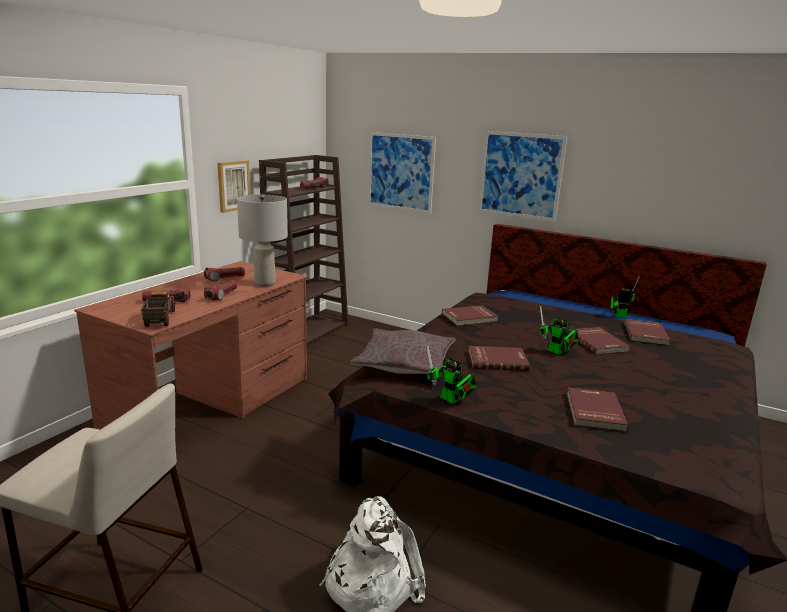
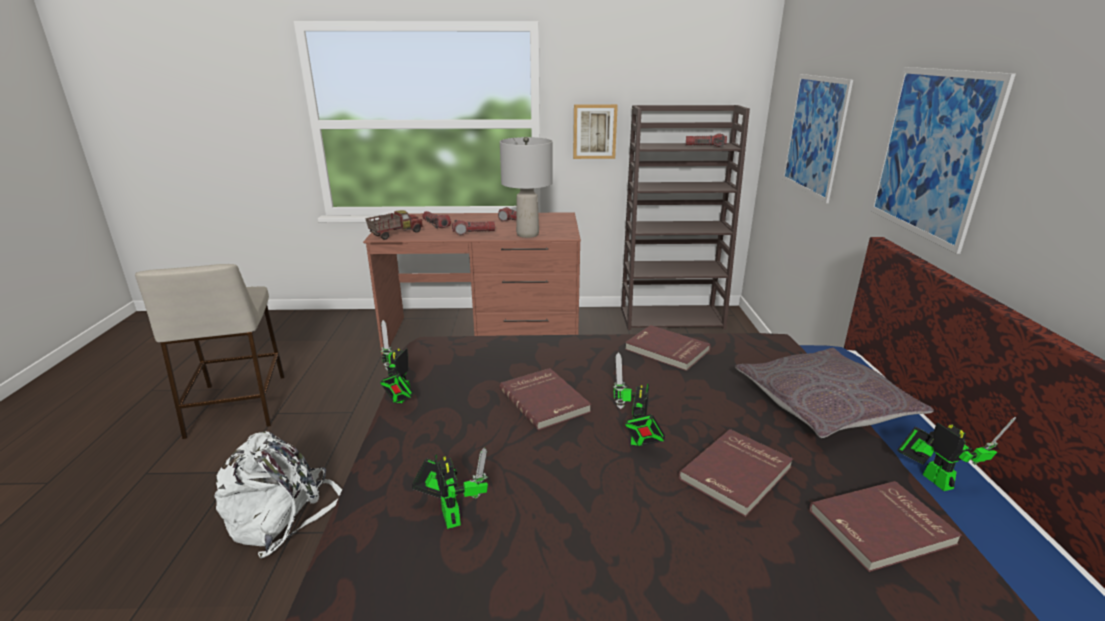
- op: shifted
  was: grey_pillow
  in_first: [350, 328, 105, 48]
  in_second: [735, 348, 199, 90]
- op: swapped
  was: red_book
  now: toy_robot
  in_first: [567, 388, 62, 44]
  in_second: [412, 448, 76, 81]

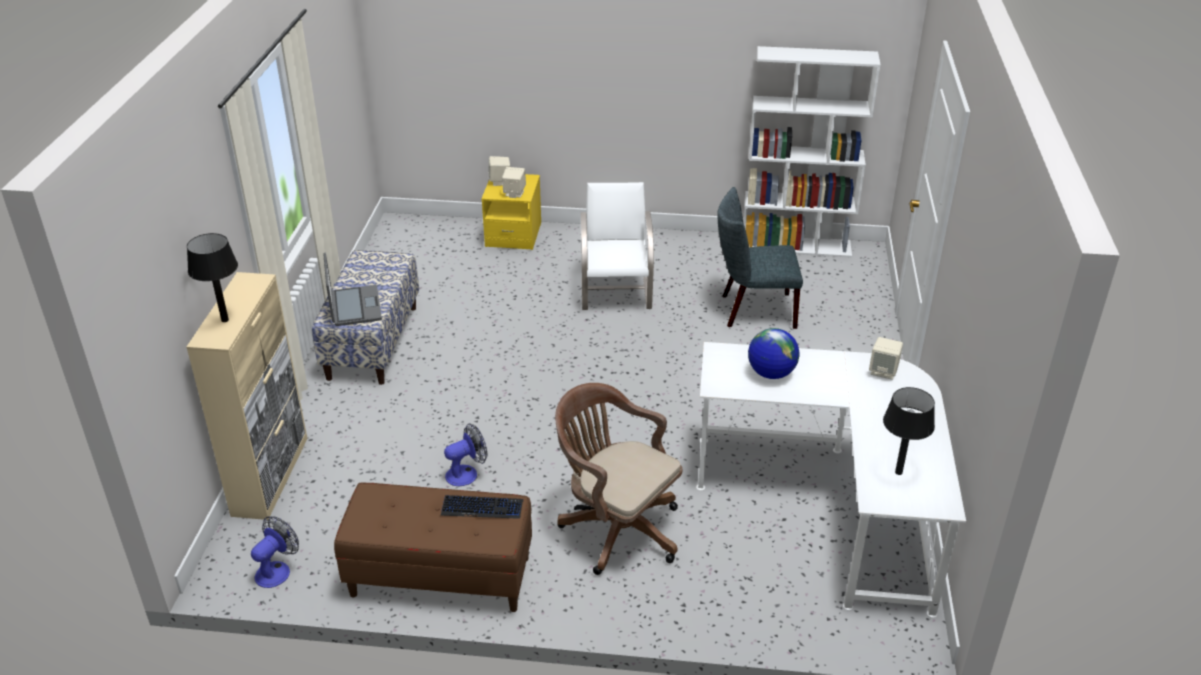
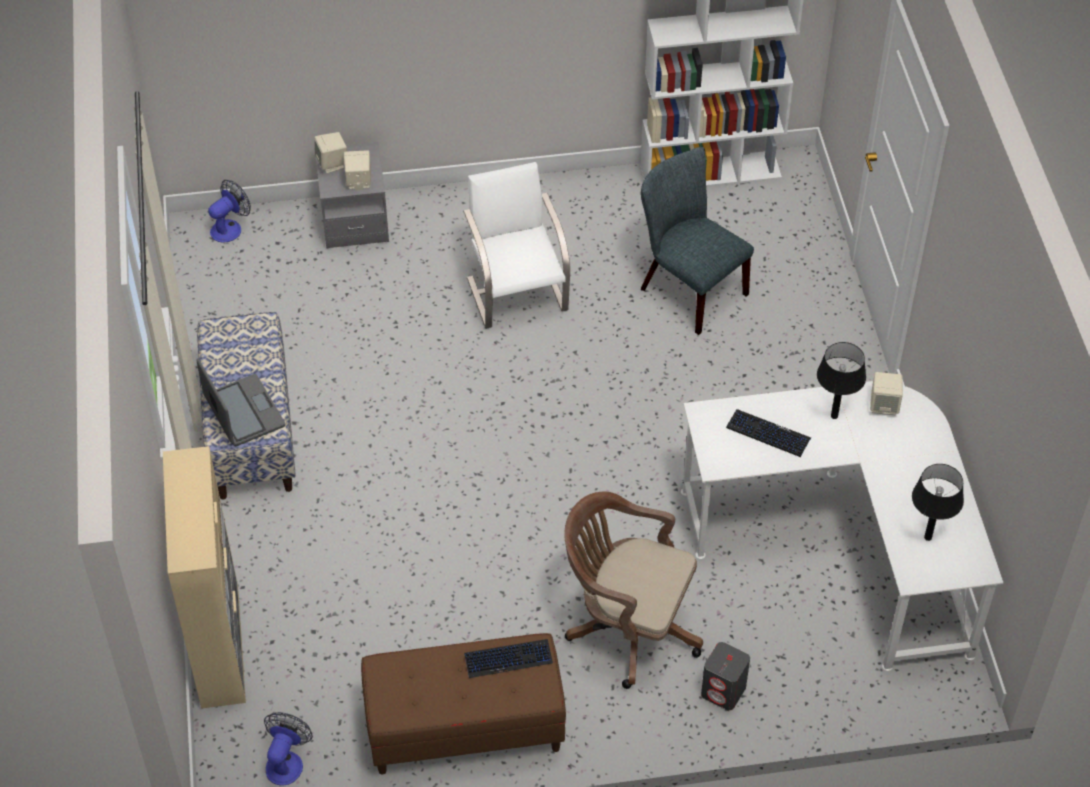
- op: new
  now: grey_speaker
  in_second: [701, 642, 49, 68]
- op: shifted
  was: black_table_lamp
  in_first: [187, 233, 51, 89]
  in_second: [817, 342, 49, 77]
- op: shifted
  was: fan
  in_first: [444, 423, 43, 63]
  in_second: [208, 180, 43, 63]
- op: swapped
  was: globe
  now: keyboard
  in_first: [748, 328, 51, 51]
  in_second: [726, 409, 85, 48]
- op: repainted
  was: yellow_nightstand
  now: grey_nightstand
  in_first: [482, 174, 59, 76]
  in_second: [316, 142, 73, 107]
- op: rotated
  was: grey_chair
  in_first: [717, 187, 86, 142]
  in_second: [641, 147, 113, 188]
  clockwise: 60

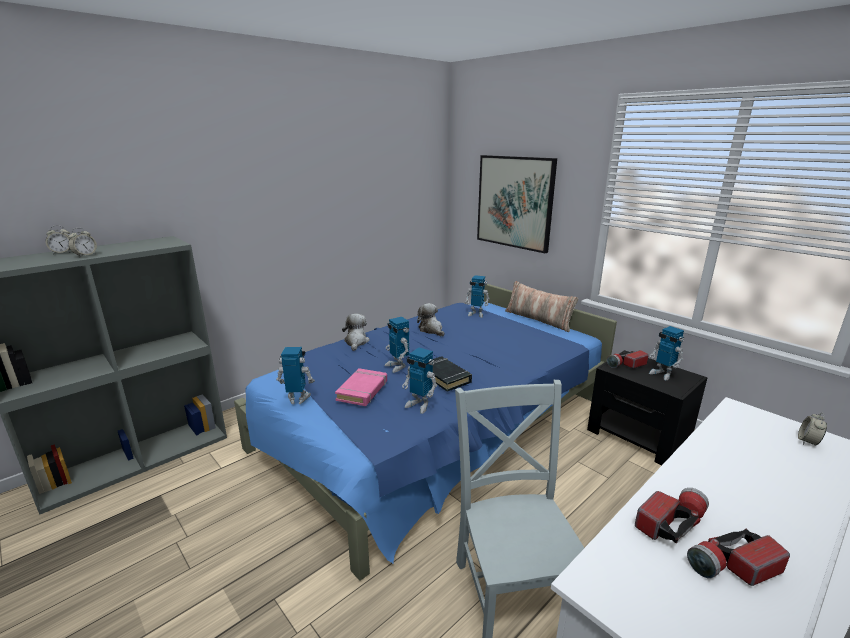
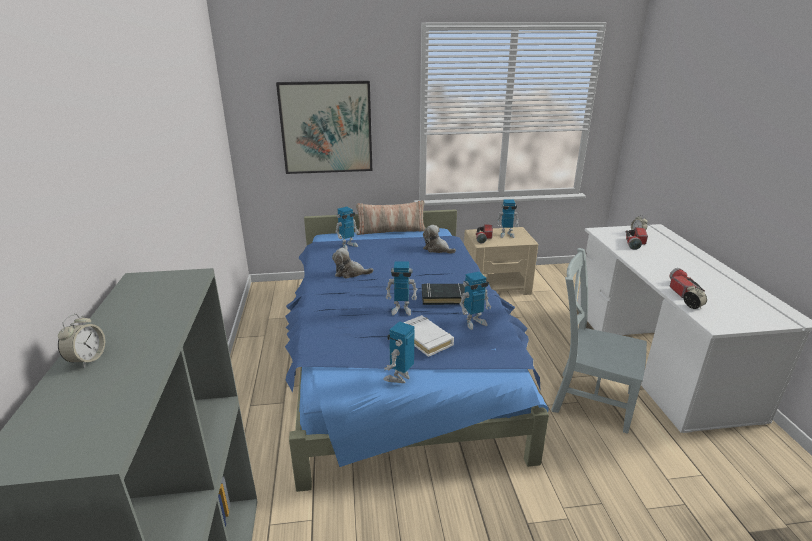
- op: shifted
  was: alarm_clock
  in_first: [68, 228, 29, 29]
  in_second: [683, 285, 24, 24]
- op: shifted
  was: plush_toy
  in_first: [342, 314, 28, 37]
  in_second: [423, 225, 33, 29]
- op: shifted
  was: flashlight
  in_first: [687, 529, 103, 57]
  in_second: [626, 227, 22, 23]
- op: repainted
  was: pink_book
  now: white_book
  in_first: [335, 368, 52, 38]
  in_second: [403, 315, 51, 42]
- op: repainted
  was: black_nightstand
  now: beige_nightstand
  in_first: [587, 350, 120, 115]
  in_second: [464, 227, 74, 68]

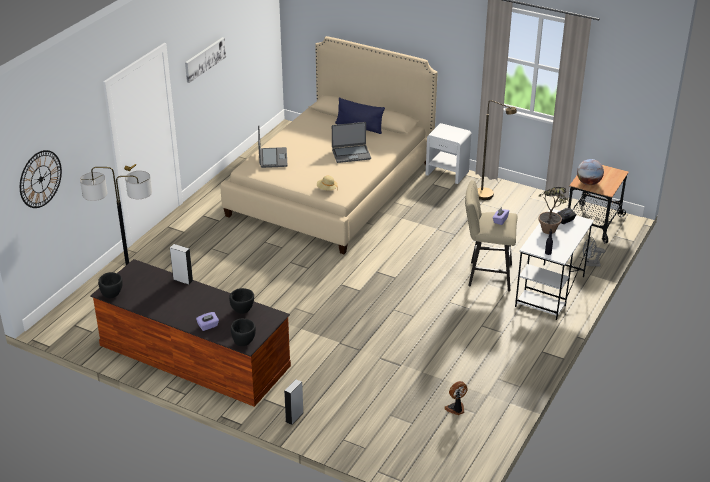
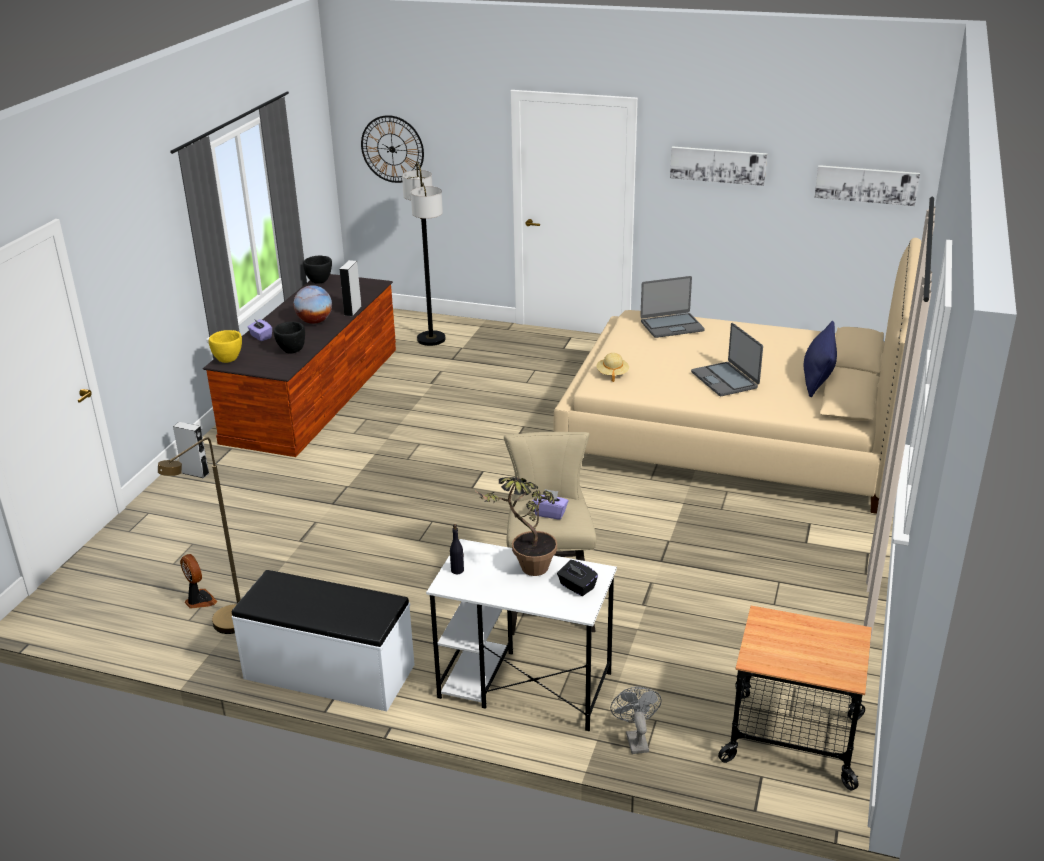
- op: gone
  was: white_nightstand
  in_first: [425, 123, 46, 61]
- op: new
  now: white_bench
  in_second: [232, 570, 183, 142]
- op: new
  now: picture
  in_second: [815, 165, 105, 41]
- op: shifted
  was: brown_floor_lamp
  in_first: [477, 100, 40, 100]
  in_second: [158, 437, 83, 197]
- op: shifted
  was: globe
  in_first: [577, 159, 27, 26]
  in_second: [294, 285, 38, 39]
- op: repainted
  was: black_bowl
  now: yellow_bowl
  in_first: [231, 319, 25, 27]
  in_second: [209, 330, 33, 33]

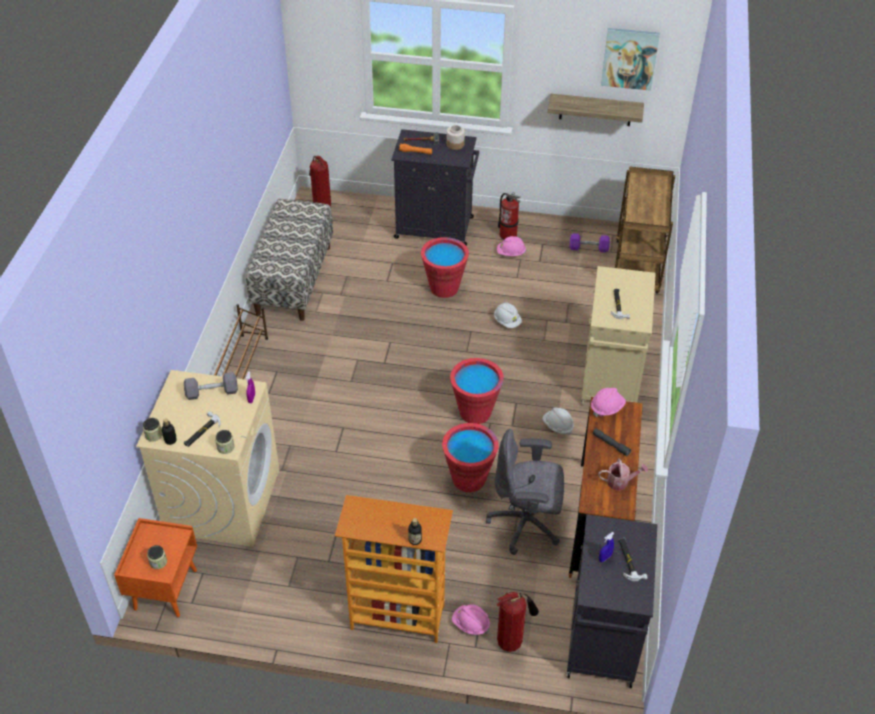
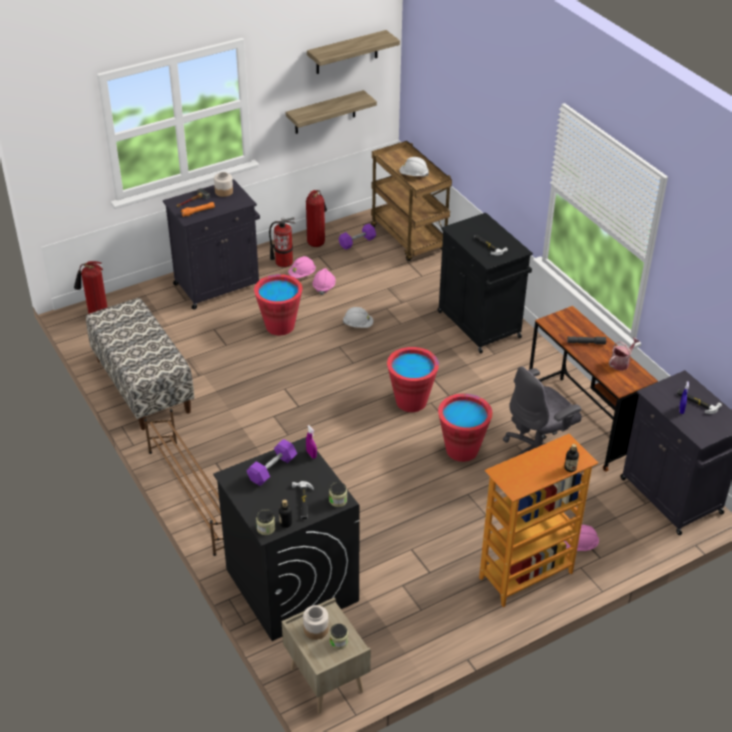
- op: new
  now: jar
  in_second: [303, 605, 26, 35]
- op: shifted
  was: fire_extinguisher
  in_first: [497, 592, 42, 60]
  in_second: [306, 190, 21, 57]
- op: shifted
  was: white_hard_hat
  in_first: [543, 407, 31, 28]
  in_second: [400, 157, 29, 20]
- op: shifted
  was: pink_hard_hat
  in_first: [591, 388, 35, 29]
  in_second: [313, 268, 23, 27]
- op: swapped
  was: picture
  now: shelf
  in_first: [601, 28, 59, 63]
  in_second: [307, 30, 93, 44]
- op: repainted
  was: orange_nightstand
  now: beige_nightstand
  in_first: [114, 518, 83, 99]
  in_second: [282, 598, 89, 115]
- op: repainted
  was: beige_washing_machine
  now: black_washing_machine
  in_first: [136, 370, 143, 177]
  in_second: [213, 437, 147, 204]
- op: repainted
  was: grey_dumbbell
  now: purple_dumbbell
  in_first: [184, 372, 54, 28]
  in_second: [247, 439, 50, 47]
- op: repainted
  was: beige_cabinet
  now: black_cabinet
  in_first: [581, 266, 75, 140]
  in_second: [438, 213, 95, 141]

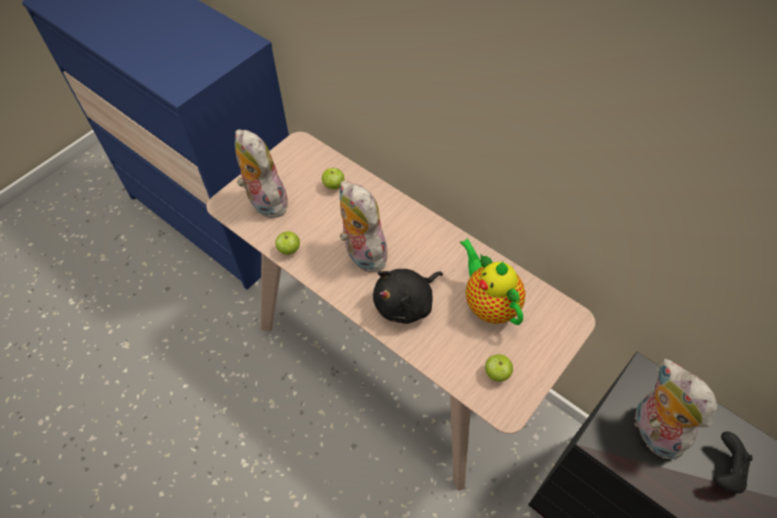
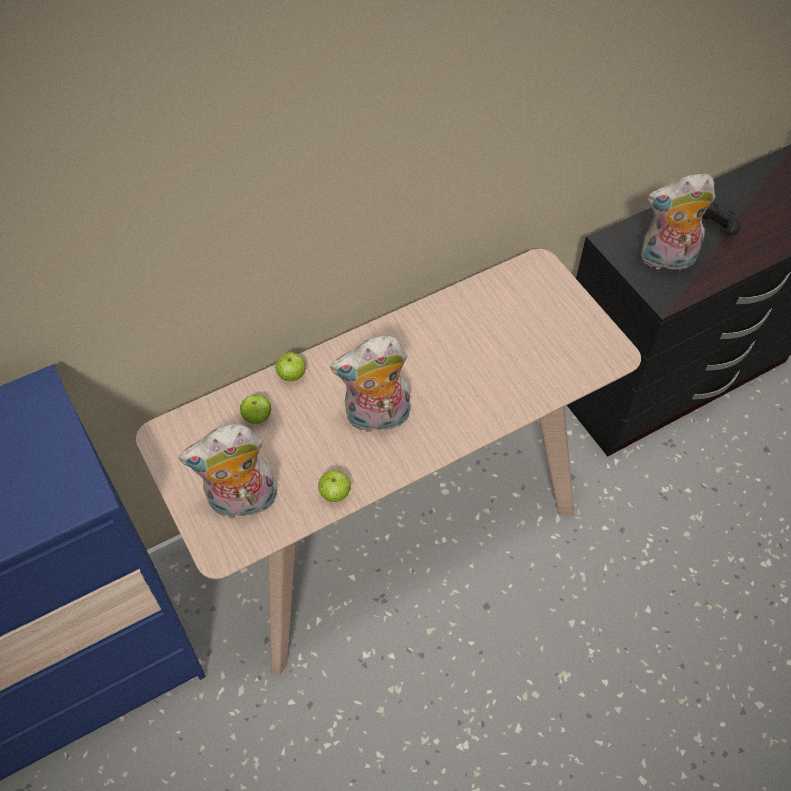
- op: gone
  was: black_plush_toy
  in_first: [373, 269, 70, 55]
- op: gone
  was: teapot
  in_first: [460, 238, 66, 87]
- op: shifted
  was: apple
  in_first: [485, 354, 28, 28]
  in_second: [276, 352, 30, 29]

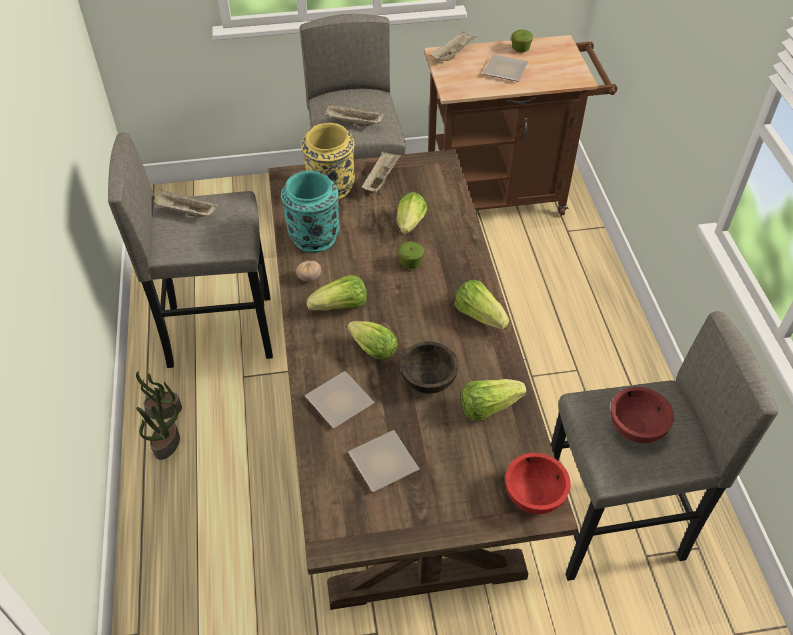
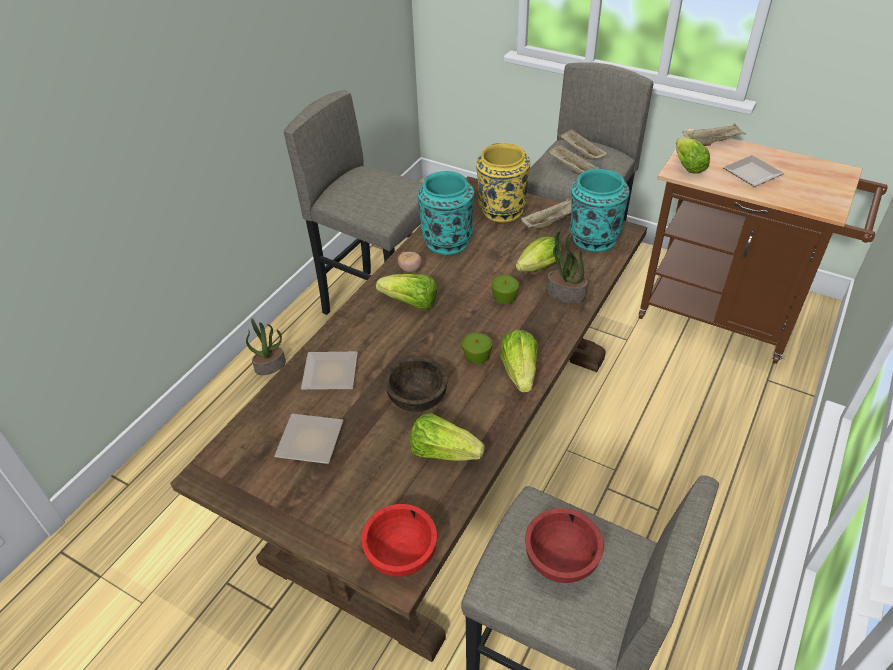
- op: new
  now: turquoise_vase
  in_second: [570, 168, 60, 84]
- op: shifted
  was: potted_plant
  in_first: [136, 372, 46, 48]
  in_second: [546, 231, 42, 72]
- op: shifted
  was: beige_tray
  in_first: [154, 190, 64, 27]
  in_second: [559, 128, 49, 32]
- op: shifted
  was: lettuce
  in_first: [347, 321, 51, 39]
  in_second: [676, 137, 34, 37]
- op: shifted
  was: apple
  in_first: [511, 30, 22, 22]
  in_second: [462, 333, 30, 31]

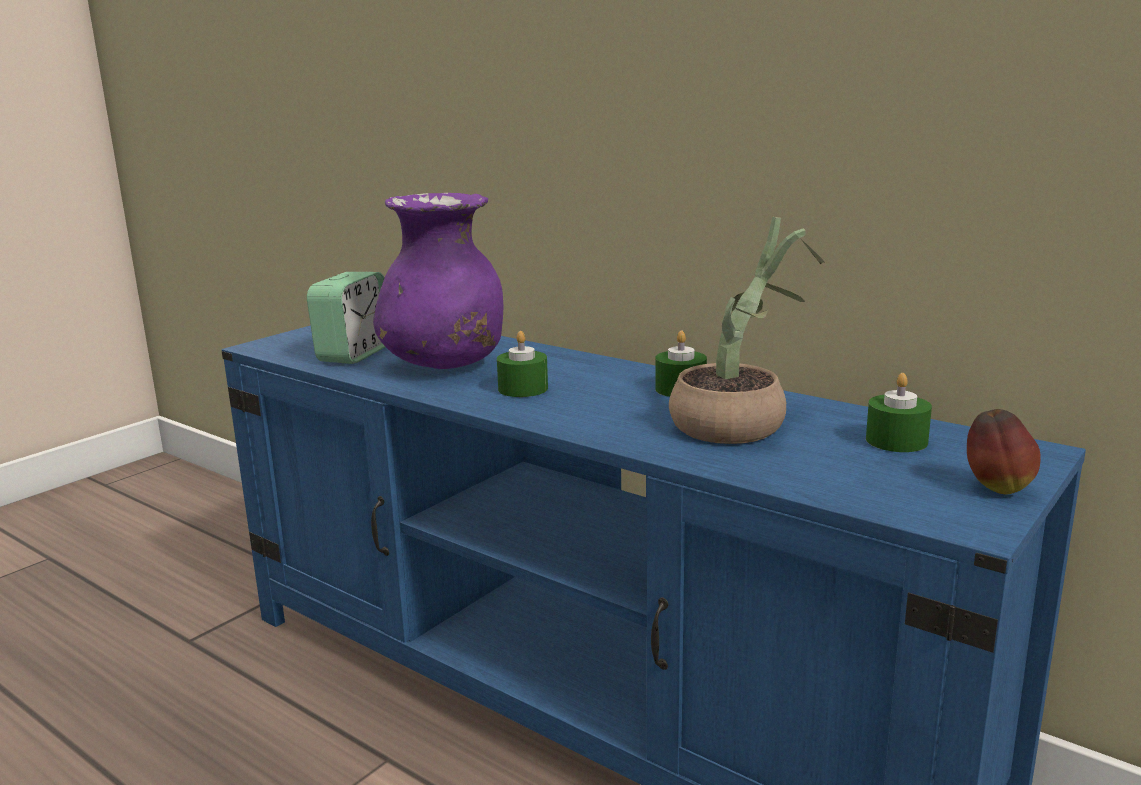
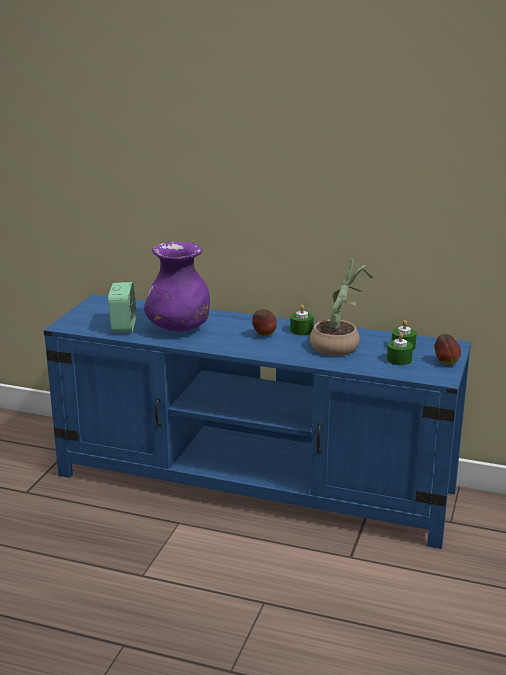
- op: new
  now: apple
  in_second: [252, 309, 25, 27]
- op: shifted
  was: green_candle
  in_first: [497, 331, 51, 66]
  in_second: [387, 332, 26, 33]

